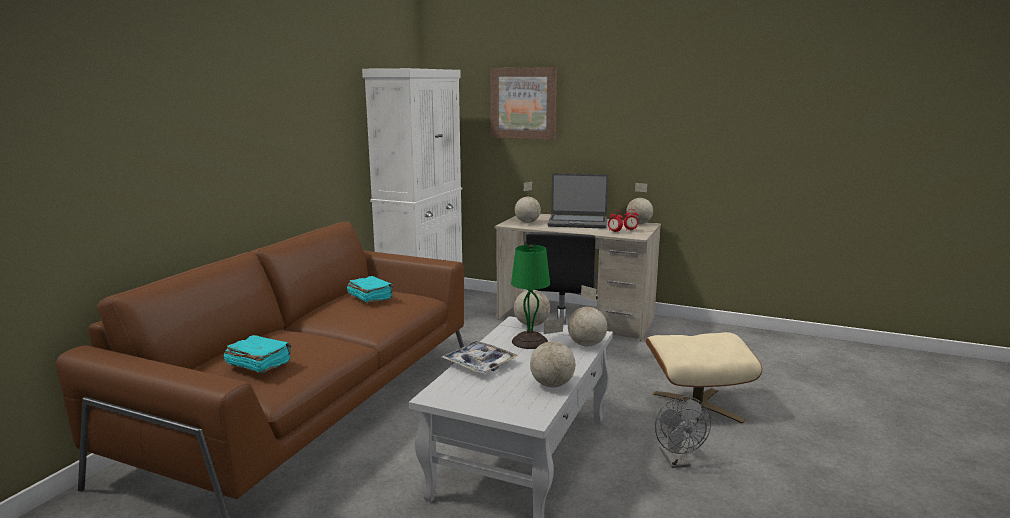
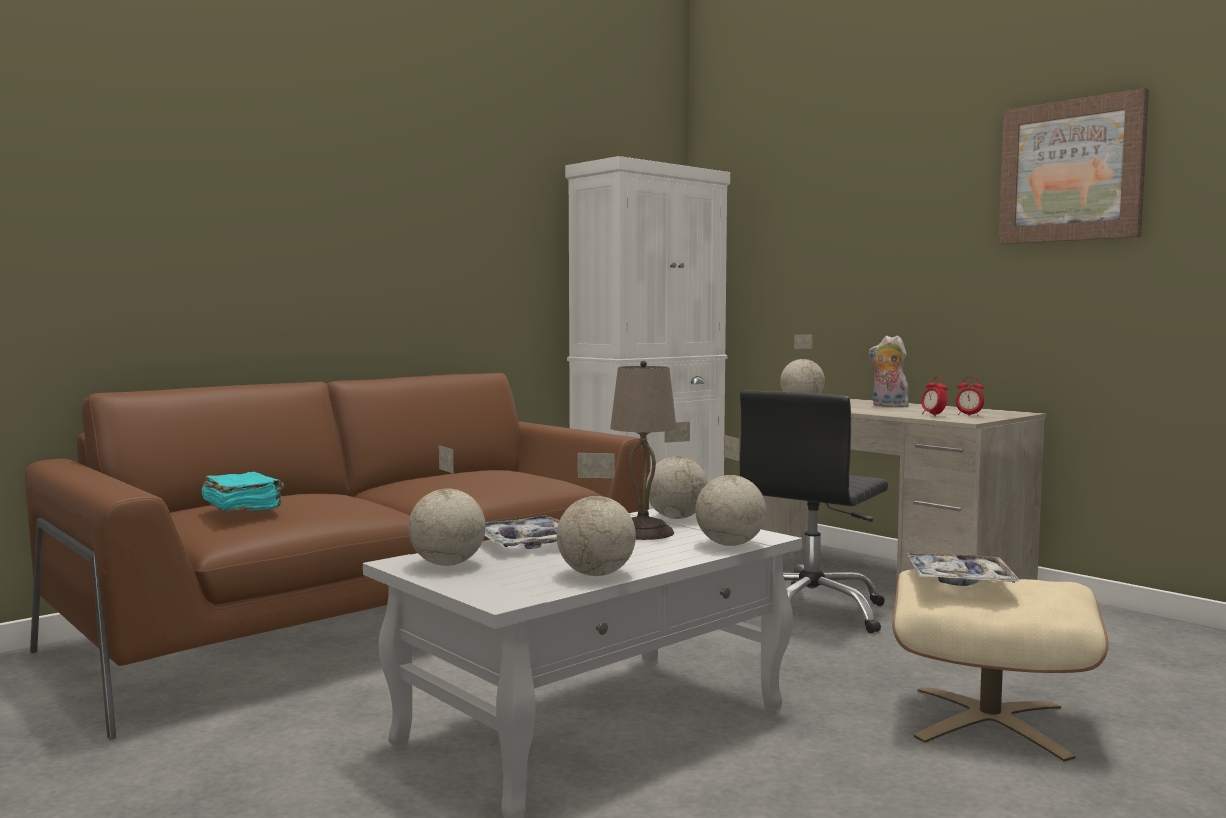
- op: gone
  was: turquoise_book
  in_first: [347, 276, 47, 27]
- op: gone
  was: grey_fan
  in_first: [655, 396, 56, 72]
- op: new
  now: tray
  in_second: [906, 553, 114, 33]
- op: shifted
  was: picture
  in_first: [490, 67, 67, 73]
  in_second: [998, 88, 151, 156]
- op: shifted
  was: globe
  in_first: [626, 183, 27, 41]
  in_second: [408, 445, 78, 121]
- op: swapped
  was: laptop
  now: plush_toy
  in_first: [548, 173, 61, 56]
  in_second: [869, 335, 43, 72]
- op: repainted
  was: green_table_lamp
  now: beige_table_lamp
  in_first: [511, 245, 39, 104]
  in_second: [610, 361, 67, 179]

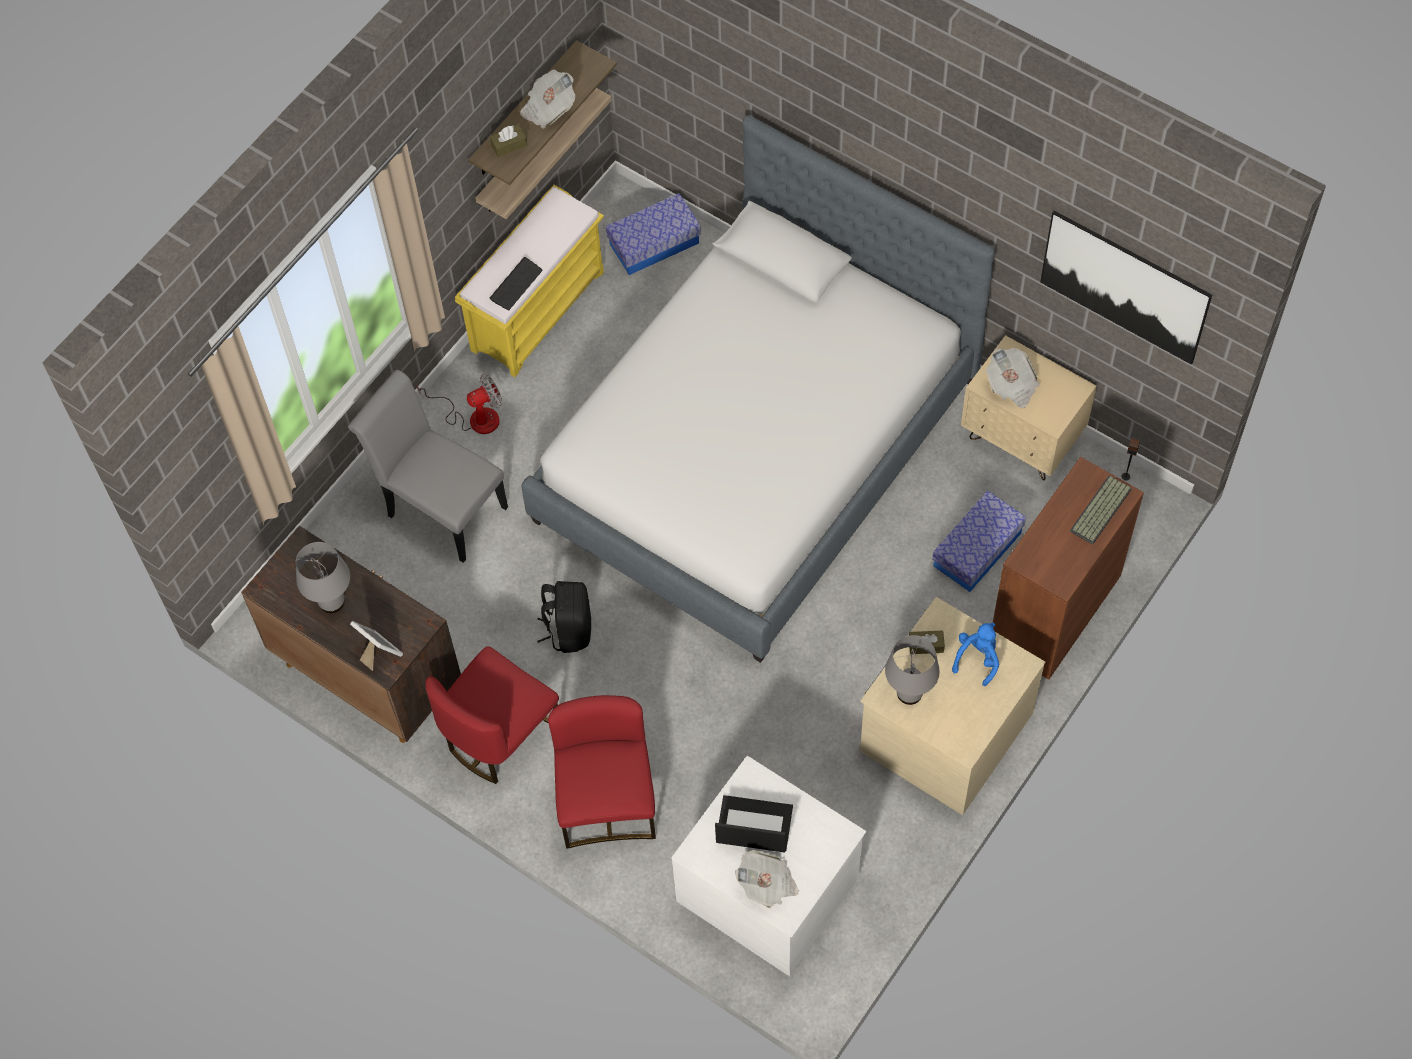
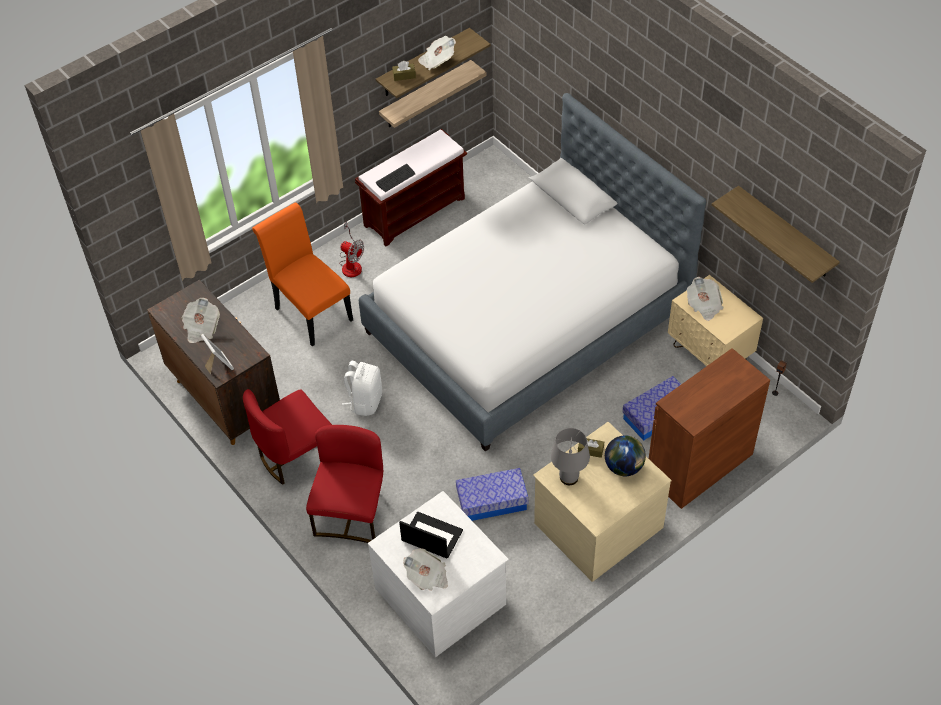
- op: gone
  was: keyboard
  in_first: [1070, 476, 62, 69]
- op: shifted
  was: storage_box
  in_first: [606, 193, 95, 82]
  in_second: [456, 468, 72, 53]
- op: swapped
  was: grey_table_lamp
  now: newspaper
  in_first: [296, 542, 54, 71]
  in_second: [182, 298, 38, 45]
- op: swapped
  was: blue_plush_toy
  now: globe
  in_first: [952, 623, 47, 63]
  in_second: [605, 435, 41, 41]
- op: swapped
  was: picture
  now: shelf
  in_first: [1040, 211, 172, 154]
  in_second: [712, 186, 128, 97]
- op: repainted
  was: grey_chair
  now: orange_chair
  in_first: [348, 370, 160, 193]
  in_second: [252, 202, 101, 144]
- op: repainted
  was: yellow_bench
  now: brown_bench
  in_first: [455, 185, 149, 192]
  in_second: [355, 129, 112, 117]
- op: repainted
  was: black_backpack
  now: white_backpack
  in_first: [537, 581, 54, 72]
  in_second: [342, 361, 40, 55]
- op: rotated
  was: fan
  in_first: [416, 374, 86, 60]
  in_second: [339, 221, 25, 56]
  clockwise: 45

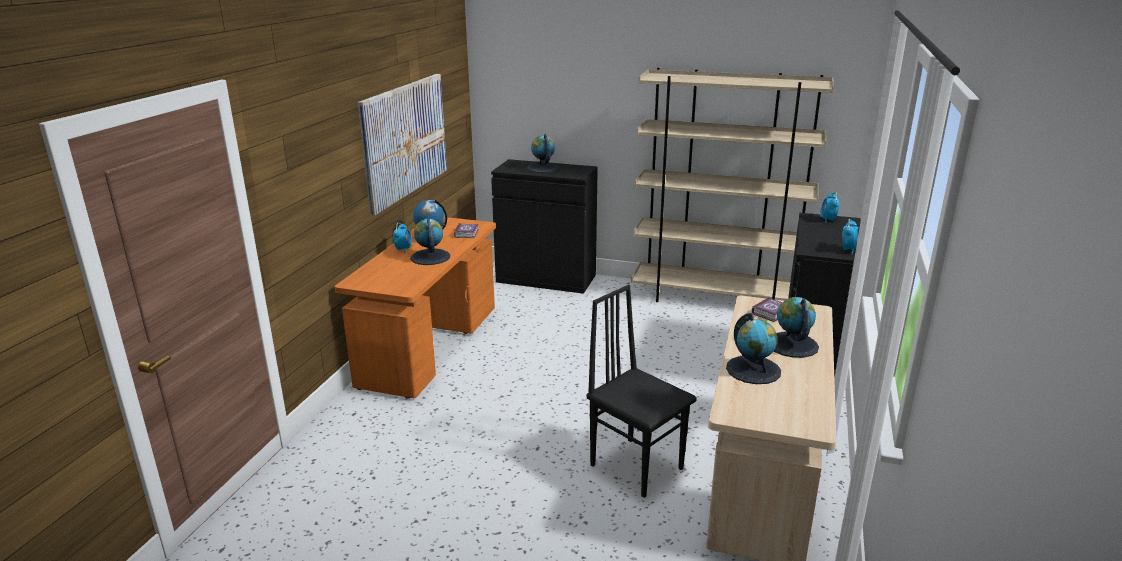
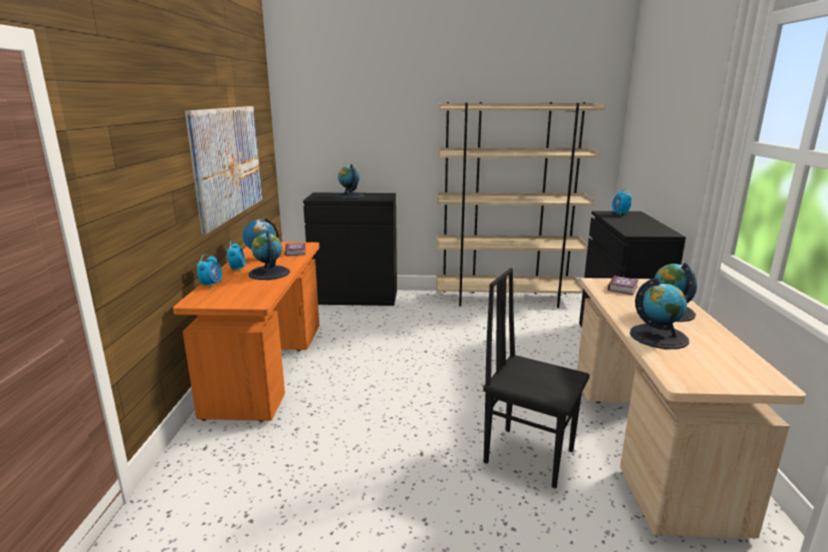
- op: shifted
  was: alarm_clock
  in_first: [842, 219, 17, 36]
  in_second: [197, 254, 25, 35]

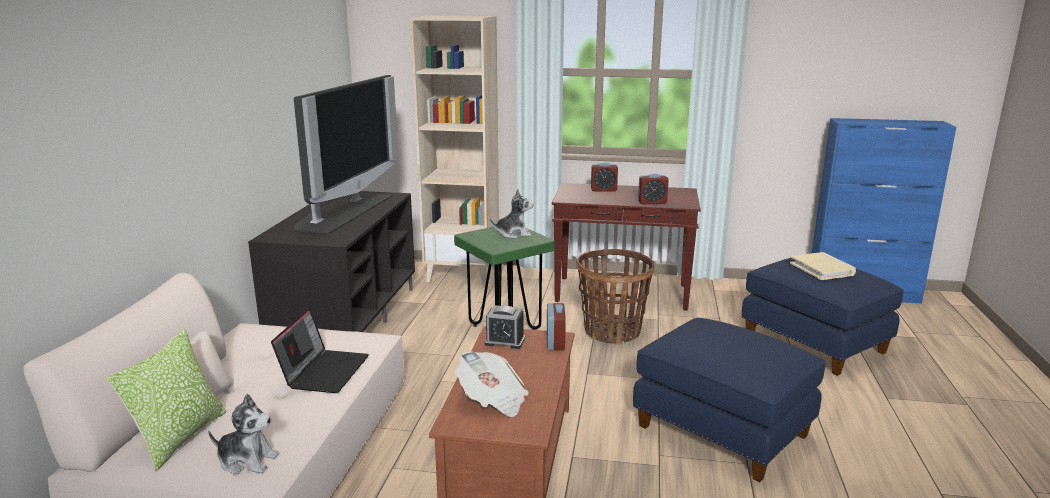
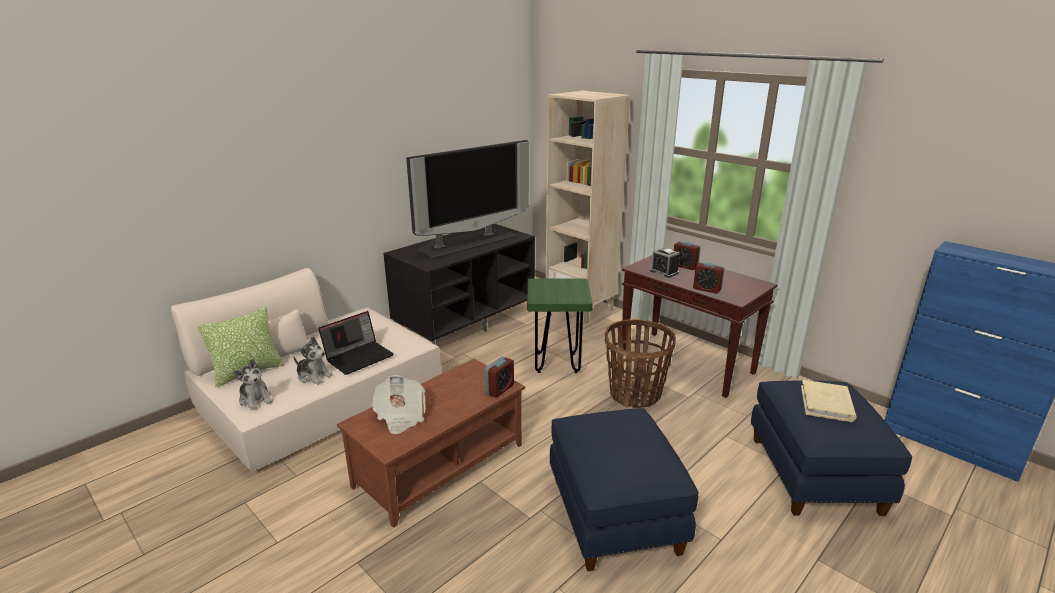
- op: shifted
  was: alarm_clock
  in_first: [485, 305, 40, 44]
  in_second: [650, 248, 30, 30]
- op: shifted
  was: plush_toy
  in_first: [490, 189, 44, 50]
  in_second: [293, 337, 40, 48]

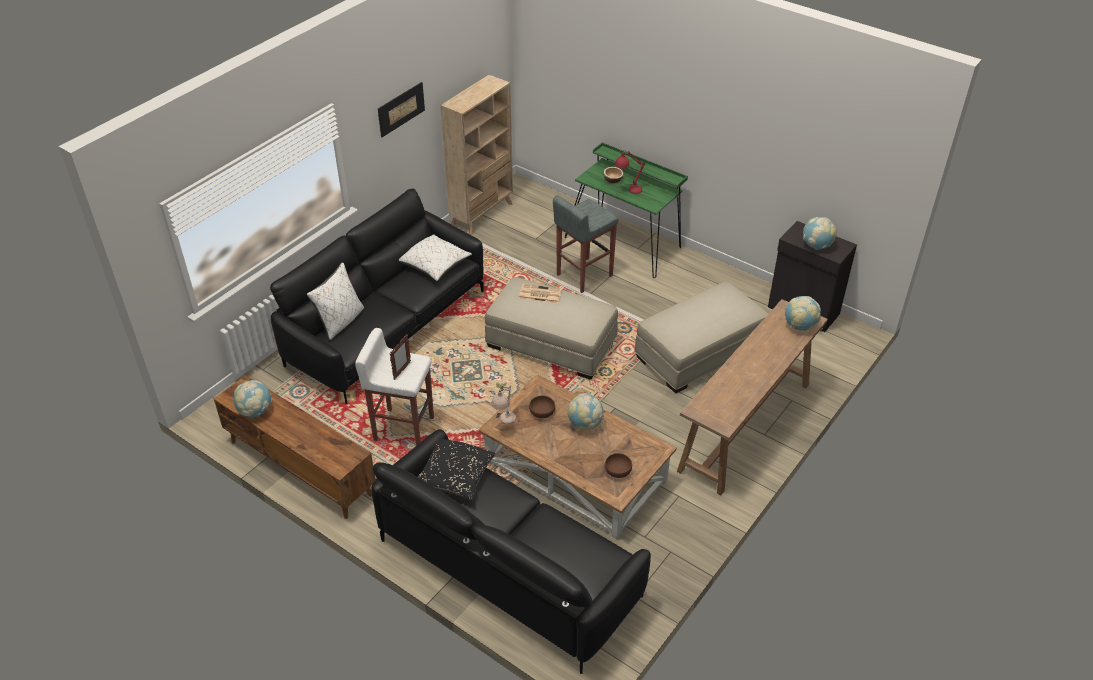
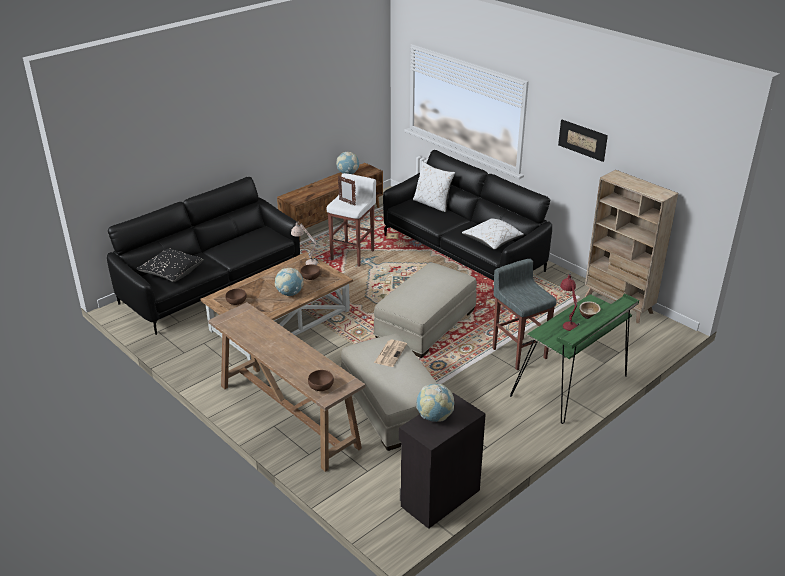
- op: shifted
  was: black_pillow
  in_first: [418, 439, 77, 62]
  in_second: [137, 249, 67, 33]
- op: shifted
  was: newspaper
  in_first: [519, 284, 43, 19]
  in_second: [374, 340, 33, 27]
- op: swapped
  was: globe
  now: brown_bowl
  in_first: [785, 296, 36, 35]
  in_second: [308, 370, 26, 21]

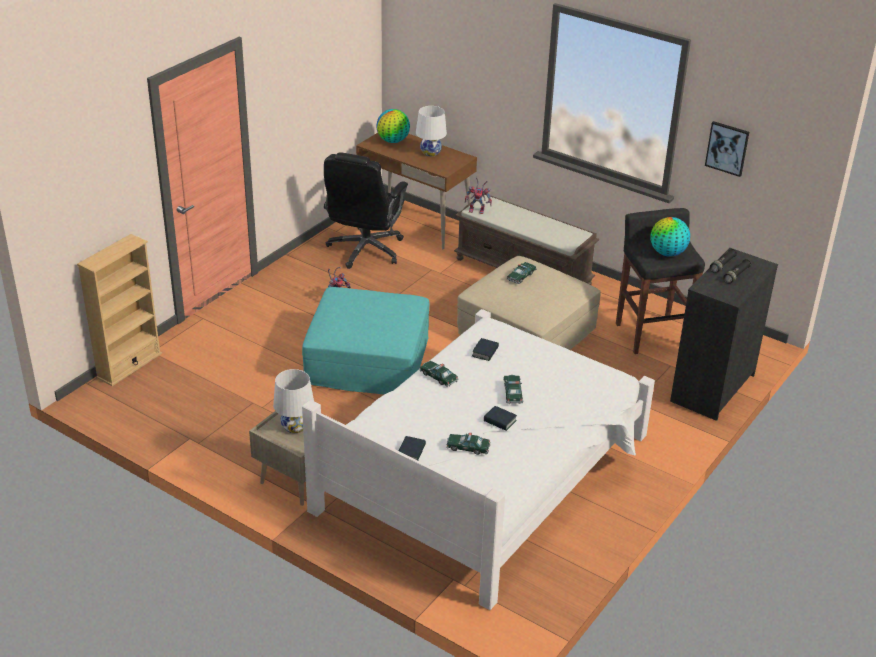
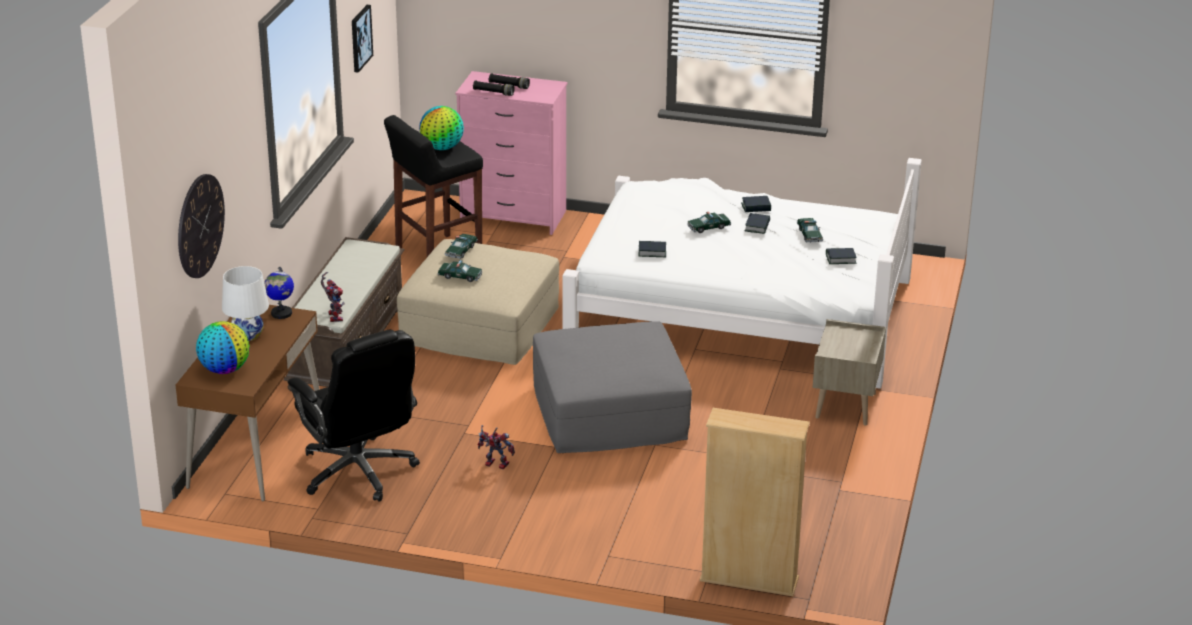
- op: gone
  was: white_table_lamp
  in_first: [273, 369, 41, 64]
- op: new
  now: wall_clock
  in_second: [178, 174, 47, 104]
- op: new
  now: globe
  in_second: [264, 267, 30, 52]
- op: new
  now: book
  in_second: [741, 196, 30, 16]
- op: shifted
  was: toy_car
  in_first: [419, 361, 39, 26]
  in_second: [445, 234, 33, 25]
- op: repainted
  was: turquoise_ottoman
  now: grey_ottoman
  in_first: [302, 287, 127, 107]
  in_second: [533, 321, 159, 132]
- op: repainted
  was: black_dresser
  now: pink_dresser
  in_first: [670, 248, 108, 173]
  in_second: [455, 71, 112, 164]
- op: rotated
  was: black_office_chair
  in_first: [324, 152, 84, 117]
  in_second: [288, 330, 132, 172]
  clockwise: 60

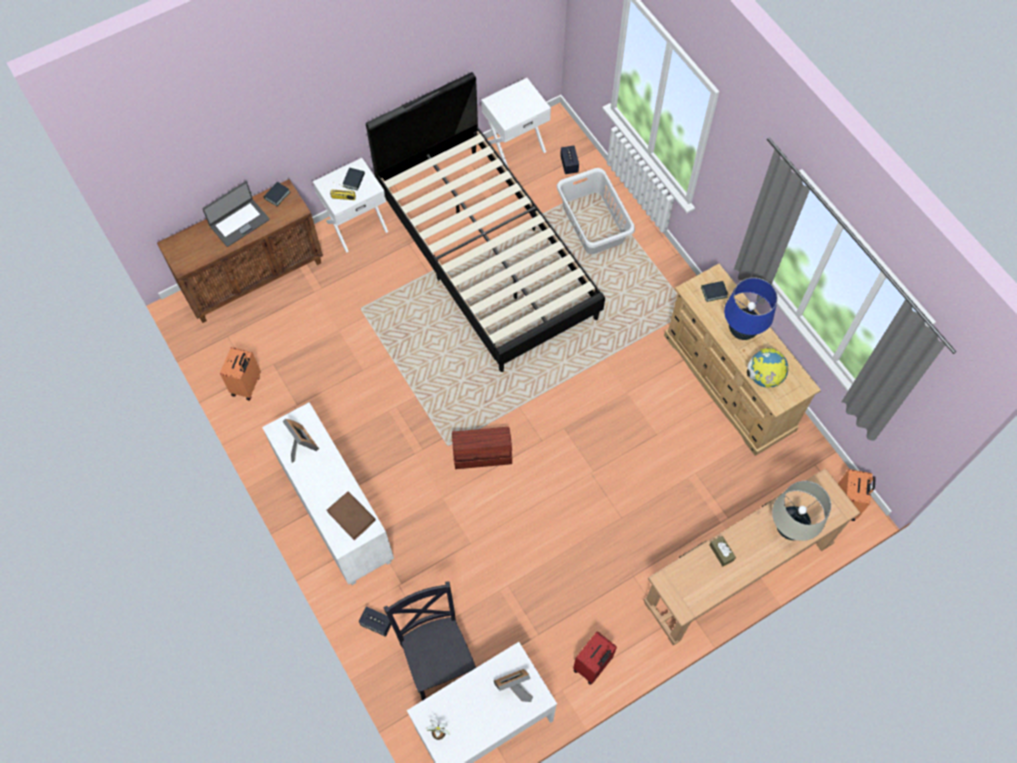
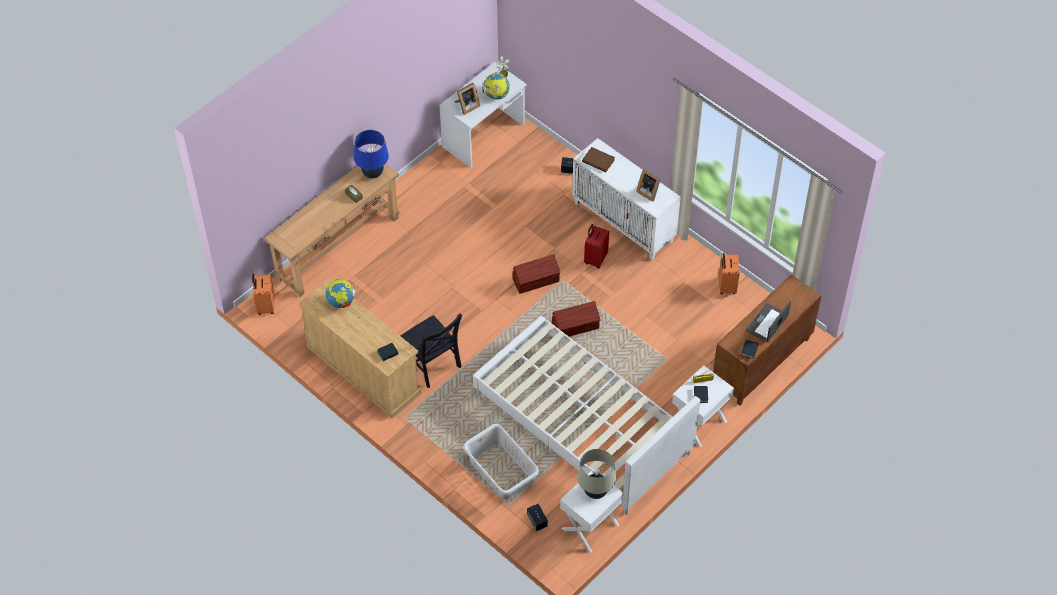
- op: new
  now: globe
  in_second: [482, 72, 28, 28]
- op: new
  now: brown_storage_box
  in_second: [552, 301, 49, 36]
- op: shifted
  was: black_chair
  in_first: [384, 581, 92, 120]
  in_second: [401, 313, 62, 75]
- op: shifted
  was: red_suitcase
  in_first: [573, 631, 44, 54]
  in_second: [584, 224, 25, 44]
- op: shifted
  was: blue_table_lamp
  in_first: [724, 277, 54, 63]
  in_second: [354, 130, 35, 48]
- op: shifted
  was: beige_table_lamp
  in_first: [772, 481, 59, 60]
  in_second: [577, 449, 39, 50]
- op: repainted
  was: black_bed
  now: white_bed
  in_first: [366, 72, 239, 300]
  in_second: [473, 316, 227, 199]

